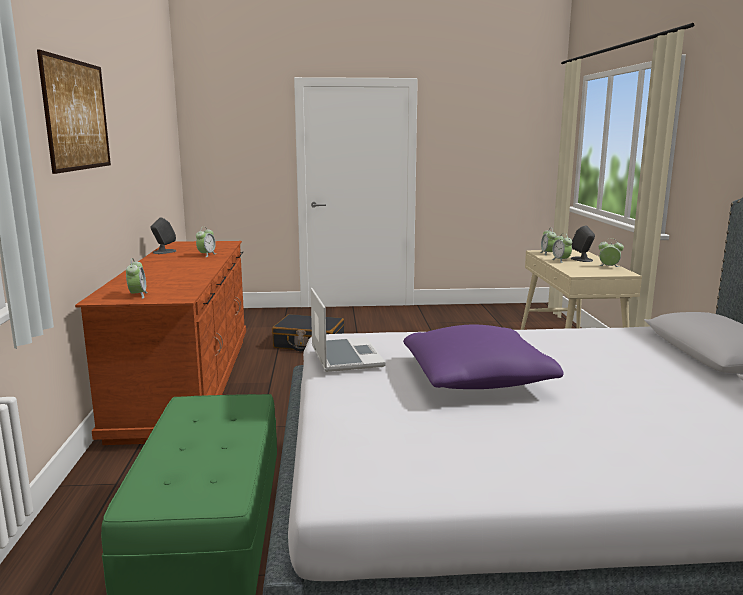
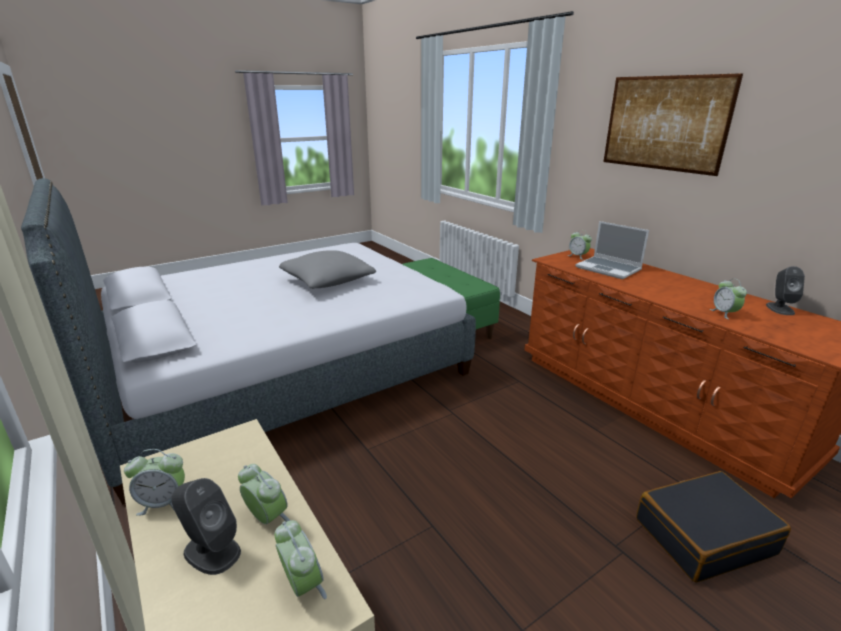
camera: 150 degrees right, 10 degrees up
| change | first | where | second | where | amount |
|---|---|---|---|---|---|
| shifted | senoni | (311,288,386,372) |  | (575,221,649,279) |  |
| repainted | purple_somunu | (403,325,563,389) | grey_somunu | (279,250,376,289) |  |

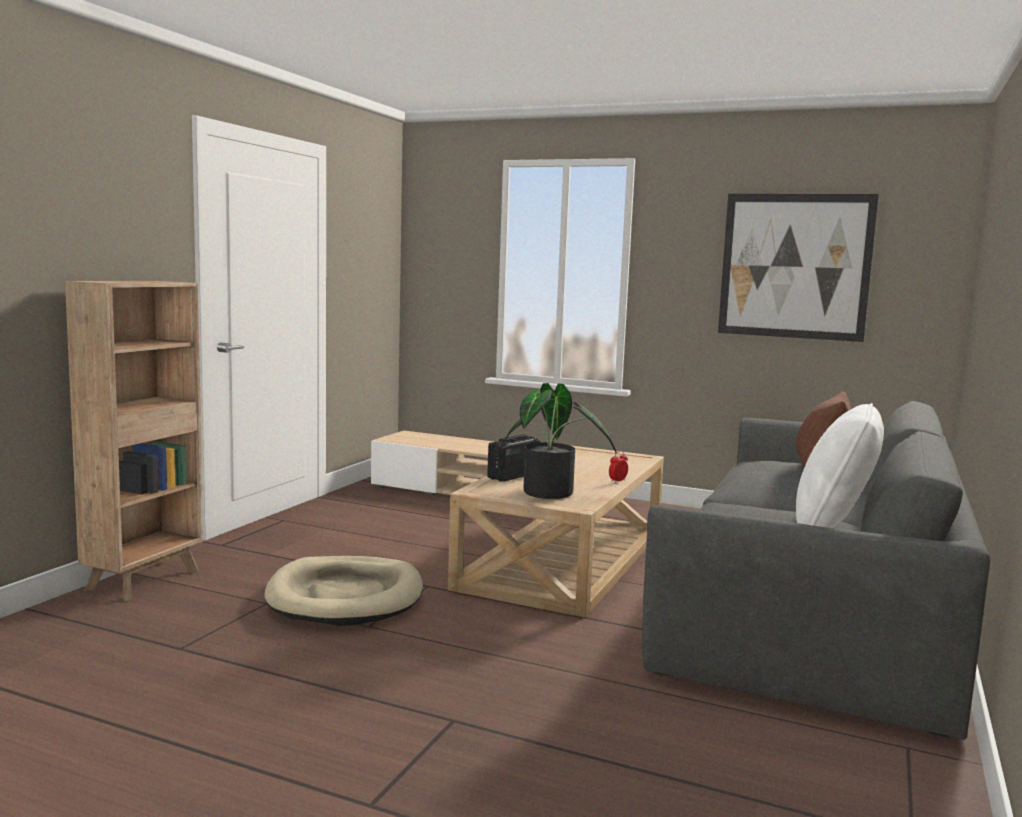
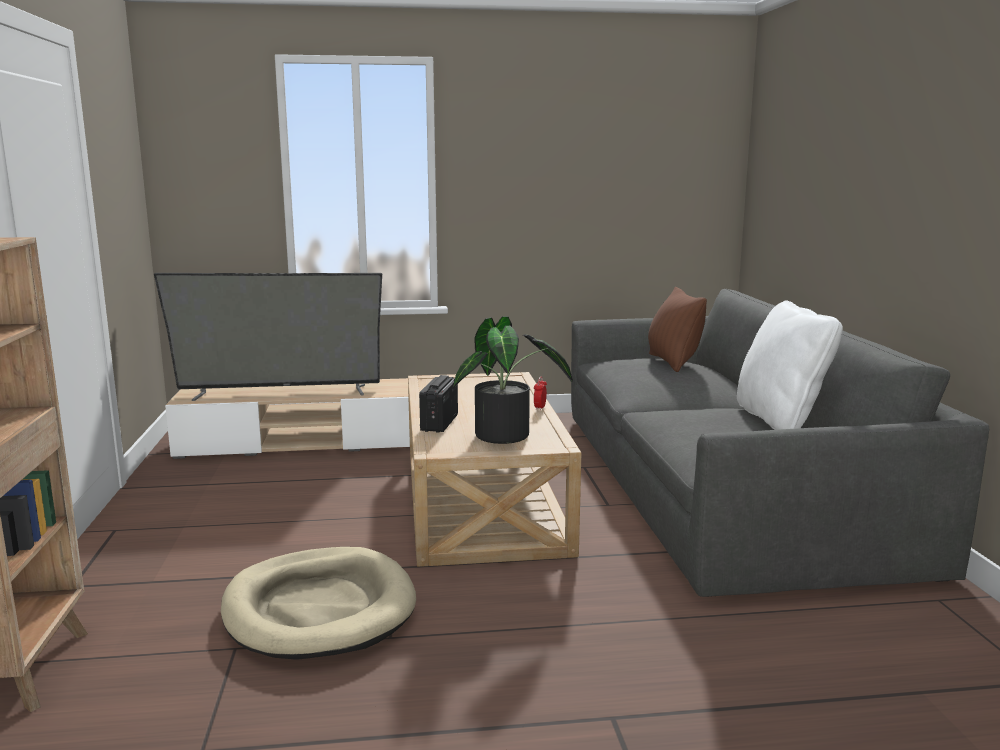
camera: 30 degrees left, 5 degrees up
| change | first | where | second | where | amount |
|---|---|---|---|---|---|
| gone | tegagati | (718,194,879,342) |  |  |  |
| new |  |  | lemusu | (154,273,382,401) |  |

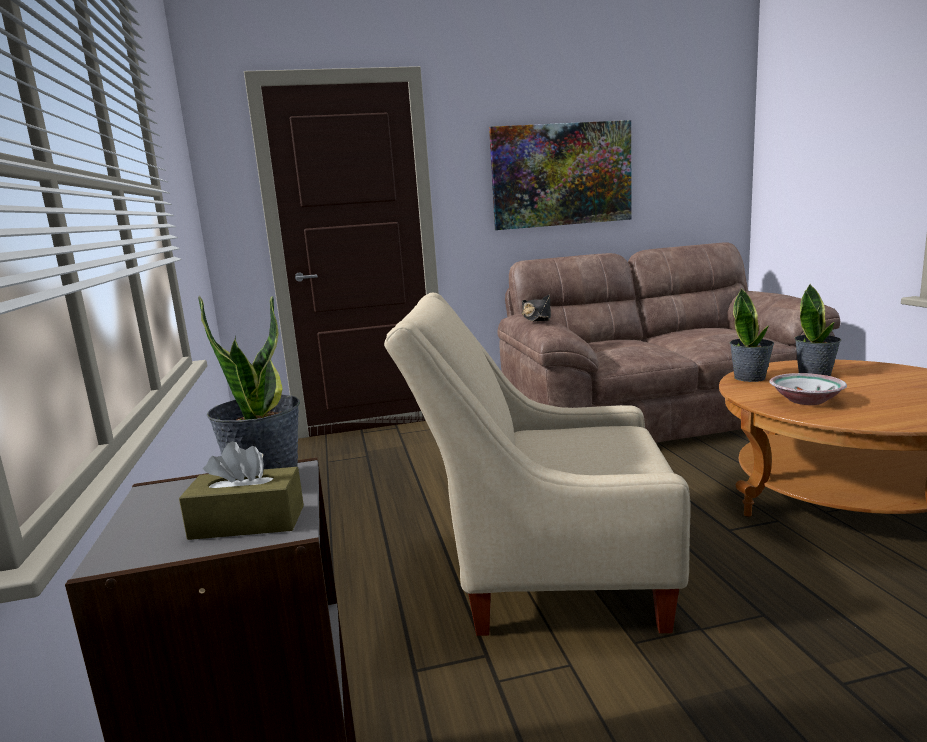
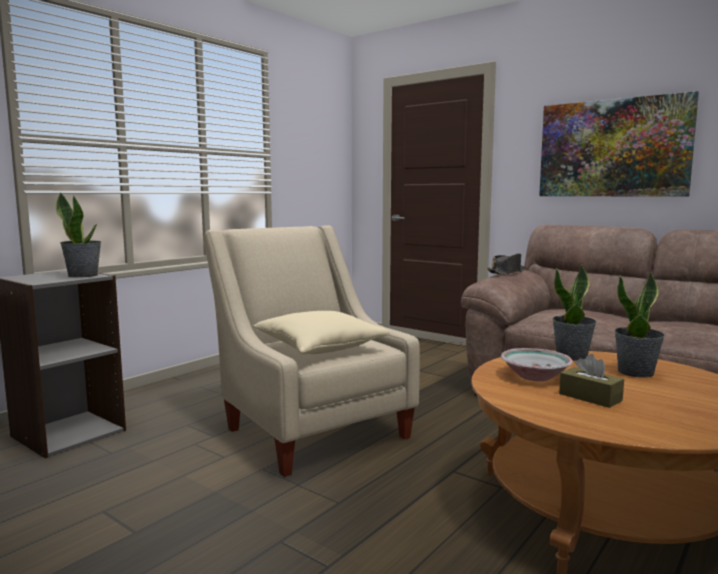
camera: 50 degrees right, 5 degrees down
| change | first | where | second | where | amount |
|---|---|---|---|---|---|
| shifted | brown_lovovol | (179,441,304,540) |  | (559,354,624,408) |  |
| new |  |  | beige_somunu | (253,311,390,354) |  |

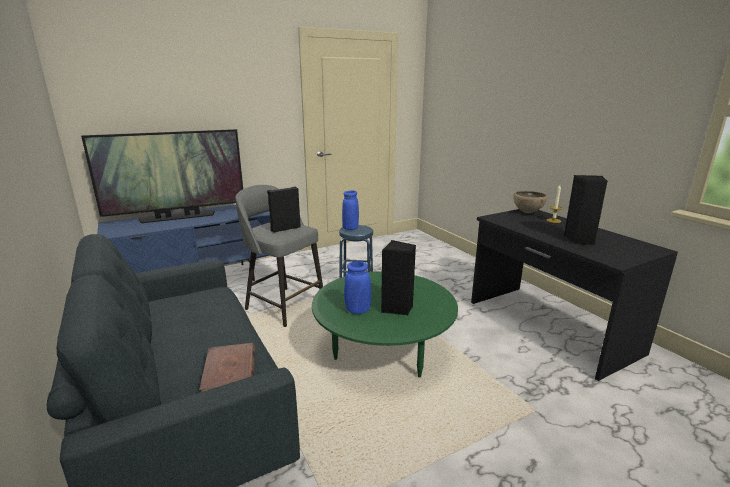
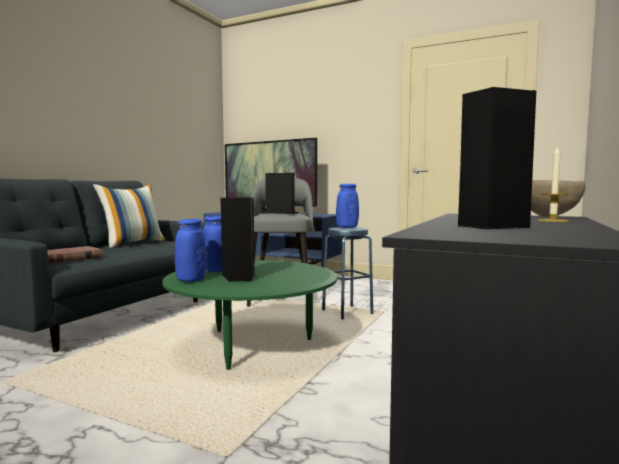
camera: 55 degrees right, 15 degrees down
| change | first | where | second | where | amount |
|---|---|---|---|---|---|
| new |  |  | somunu | (93,184,166,248) |  |
| new |  |  | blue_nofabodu | (175,219,207,282) |  |

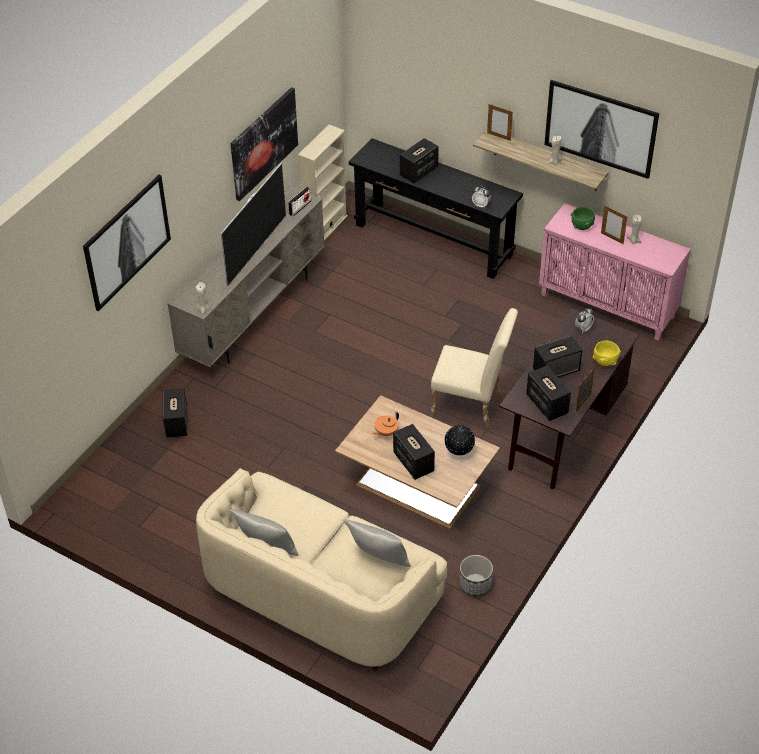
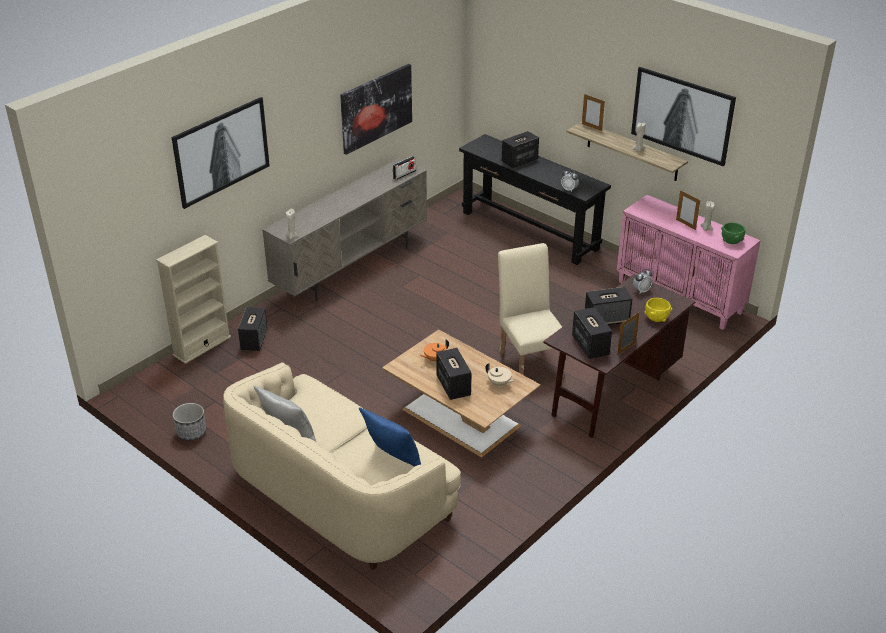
camera: 10 degrees right, 10 degrees down
| change | first | where | second | where | amount |
|---|---|---|---|---|---|
| gone | lemusu | (220,163,286,287) |  |  |  |
| shifted | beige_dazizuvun | (298,125,348,241) |  | (156,235,231,364) |  |
| repainted | grey_somunu | (343,519,411,567) | blue_somunu | (359,407,421,467) |  |
| rotated | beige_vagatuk | (431,308,518,429) |  | (498,243,565,378) | 135 degrees counterclockwise |
| swapped | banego | (445,425,475,455) | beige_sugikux | (485,363,516,387) |  |
| shifted | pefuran | (460,555,493,596) |  | (173,403,206,441) |  |
| shifted | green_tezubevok | (571,207,595,230) |  | (721,222,745,244) |  |

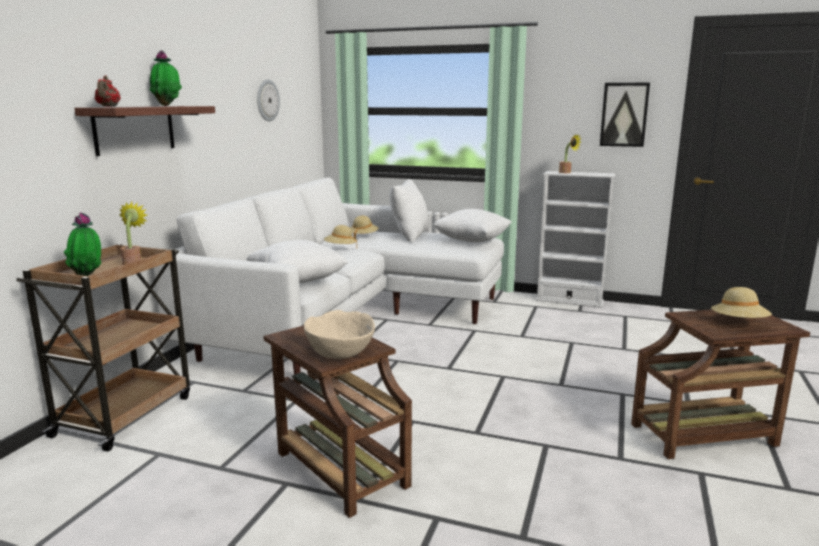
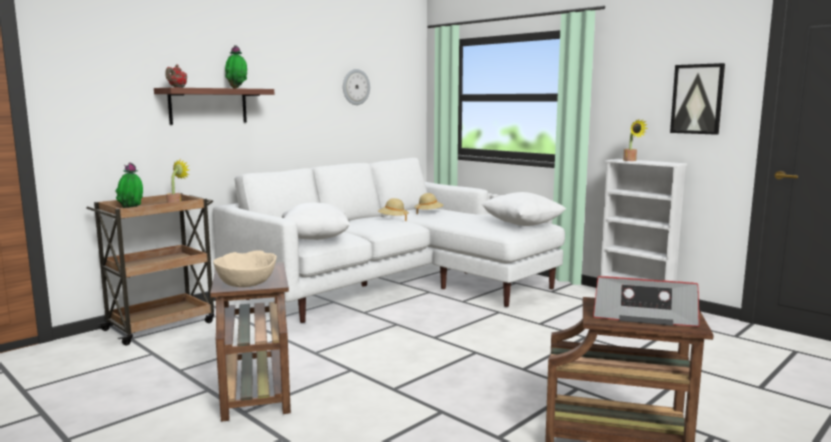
camera: 25 degrees right, 5 degrees down
| change | first | where | second | where | amount |
|---|---|---|---|---|---|
| gone | white_somunu | (389,179,429,243) |  |  |  |
| swapped | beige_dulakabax | (711,287,772,318) | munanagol | (593,276,700,327) |  |

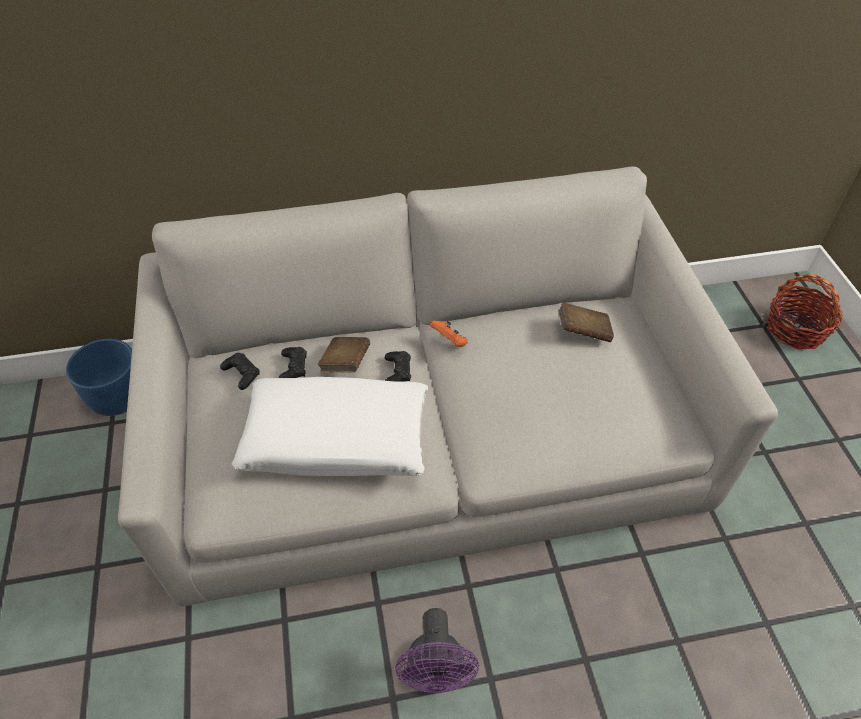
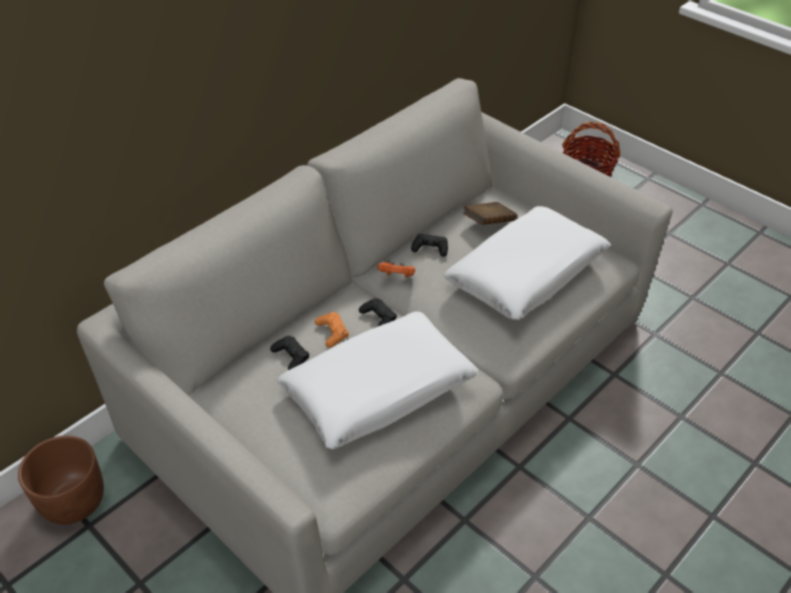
camera: 35 degrees left, 5 degrees down
| change | first | where | second | where | amount |
|---|---|---|---|---|---|
| repainted | blue_pefuran | (66,339,132,416) | brown_pefuran | (18,436,104,525) |  |
| shifted | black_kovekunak | (220,353,260,390) |  | (411,234,448,257) |  |
| swapped | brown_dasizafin | (318,337,370,373) | orange_kovekunak | (315,312,349,347) |  |
| gone | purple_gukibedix | (395,608,479,693) |  |  |  |
| new |  |  | white_somunu | (444,206,611,320) |  |

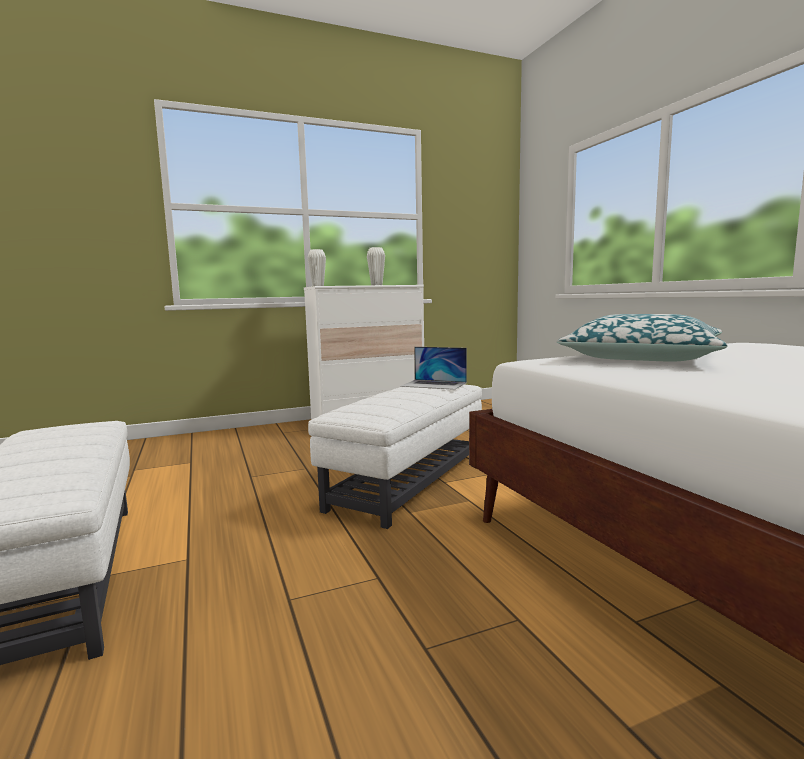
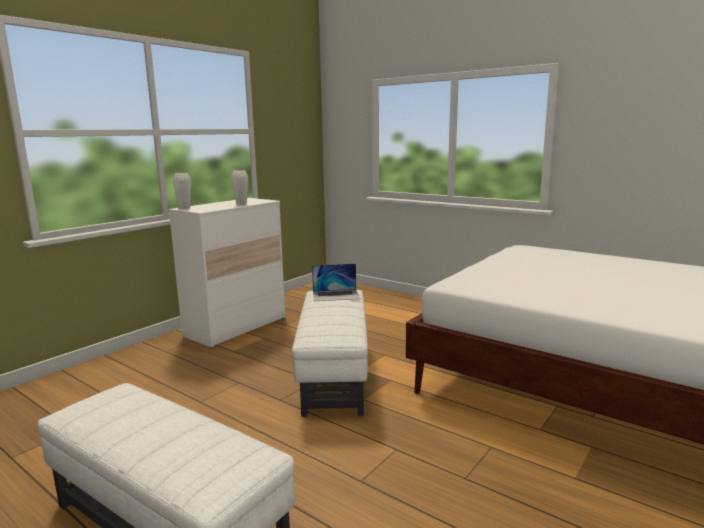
camera: 30 degrees left, 5 degrees up
| change | first | where | second | where | amount |
|---|---|---|---|---|---|
| gone | somunu | (557,314,728,361) |  |  |  |

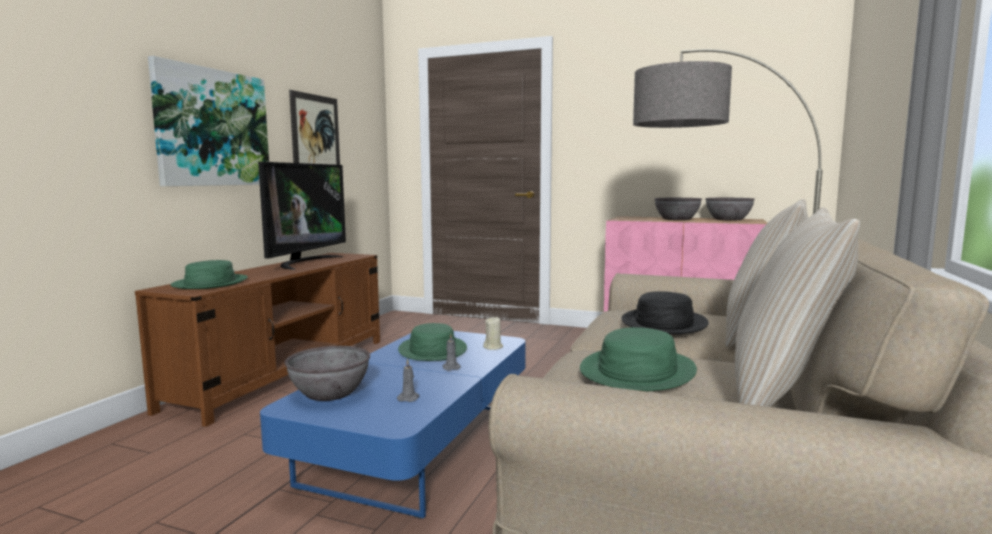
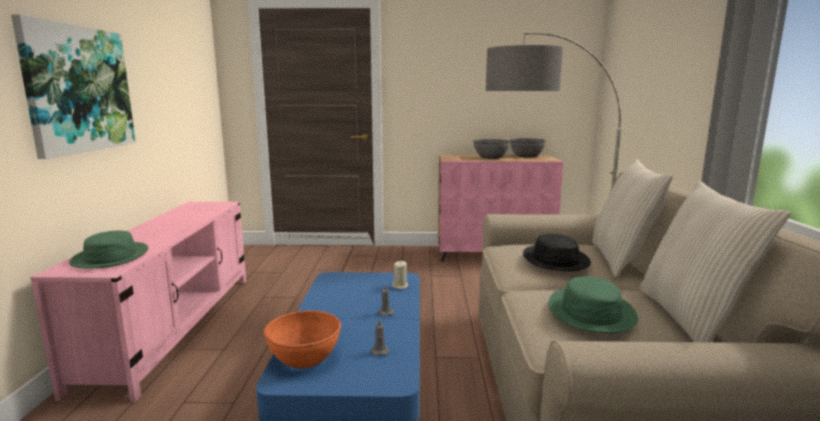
camera: 20 degrees left, 5 degrees up
| change | first | where | second | where | amount |
|---|---|---|---|---|---|
| repainted | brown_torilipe | (135,253,380,427) | pink_torilipe | (30,202,246,402) |  |
| gone | lemusu | (258,162,346,270) |  |  |  |
| repainted | grey_tezubevok | (285,346,370,401) | orange_tezubevok | (264,310,341,368) |  |
| gone | tegagati | (289,90,340,165) |  |  |  |
| gone | green_dulakabax | (398,323,467,361) |  |  |  |

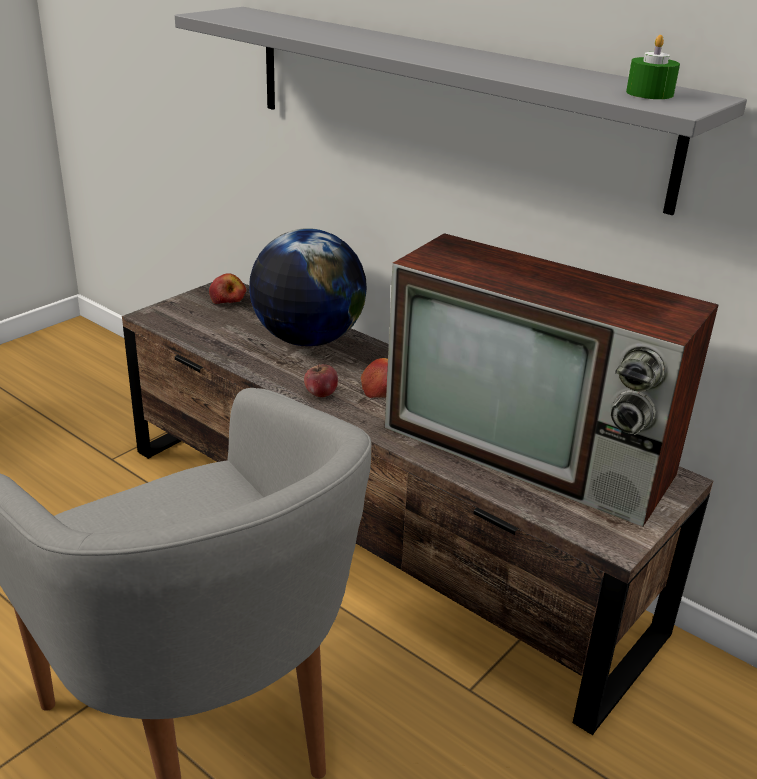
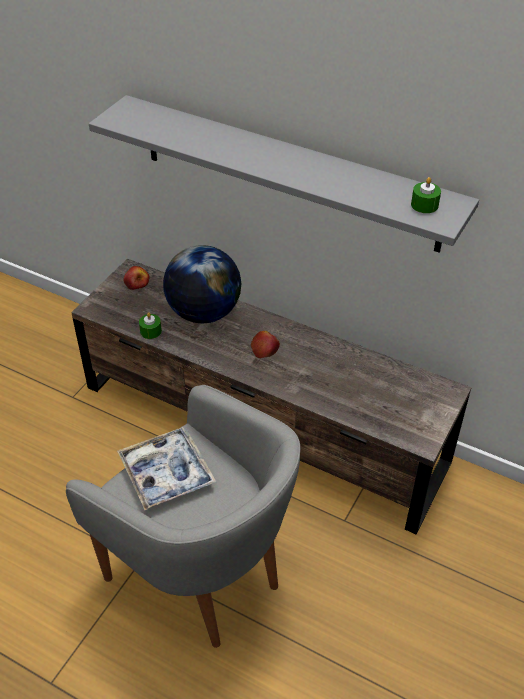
camera: 10 degrees left, 15 degrees up
| change | first | where | second | where | amount |
|---|---|---|---|---|---|
| gone | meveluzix | (304,363,338,397) |  |  |  |
| gone | lemusu | (385,233,719,527) |  |  |  |
| new |  |  | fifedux | (117,427,216,510) |  |
| new |  |  | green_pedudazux | (139,312,162,339) |  |

